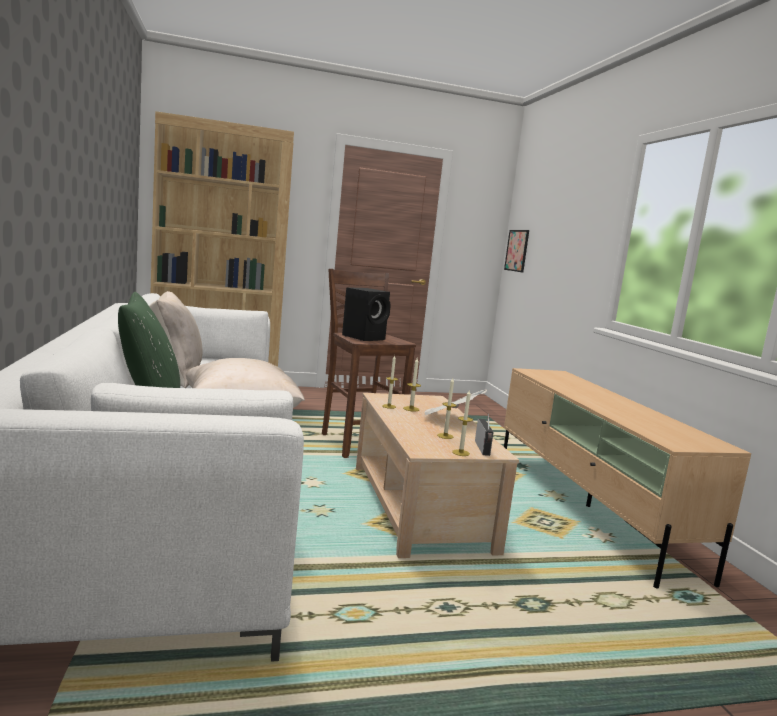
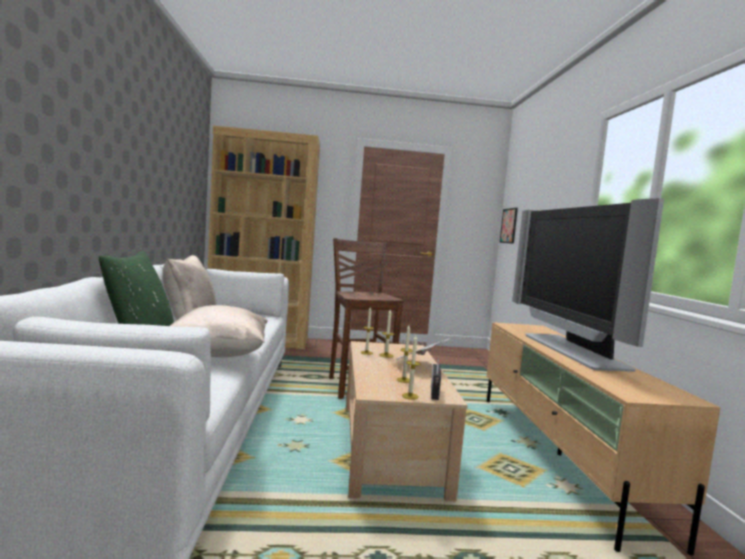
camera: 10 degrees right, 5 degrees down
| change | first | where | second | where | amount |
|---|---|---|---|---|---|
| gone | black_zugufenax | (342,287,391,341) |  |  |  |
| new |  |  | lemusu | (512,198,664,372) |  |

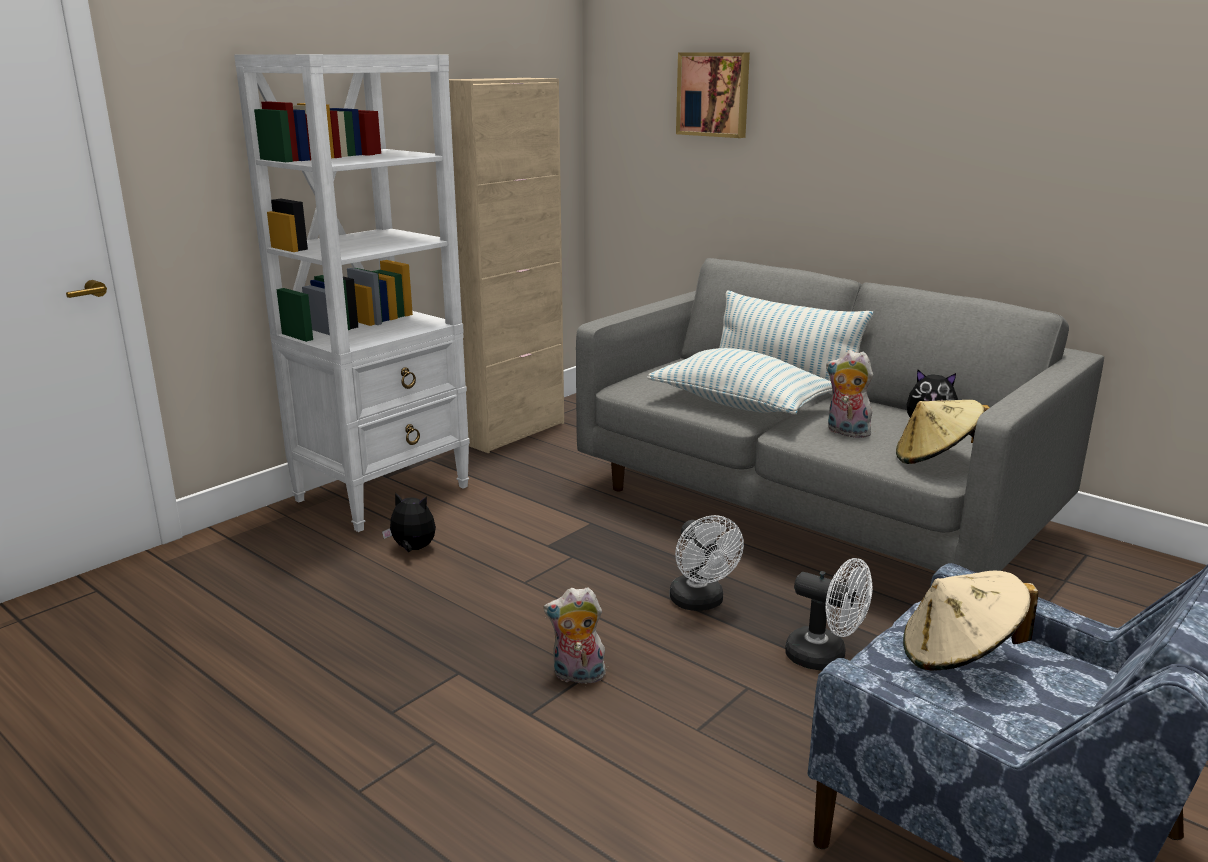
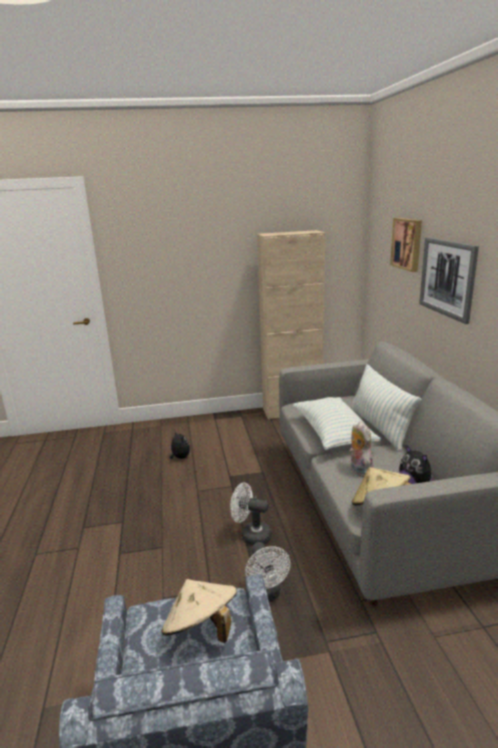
camera: 40 degrees right, 0 degrees up
| change | first | where | second | where | amount |
|---|---|---|---|---|---|
| gone | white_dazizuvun | (234,54,470,532) |  |  |  |
| gone | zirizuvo | (543,587,606,684) |  |  |  |
| rotated | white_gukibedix | (670,515,744,611) |  | (230,483,272,545) | 90 degrees clockwise |
| new |  |  | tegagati | (419,237,479,324) |  |

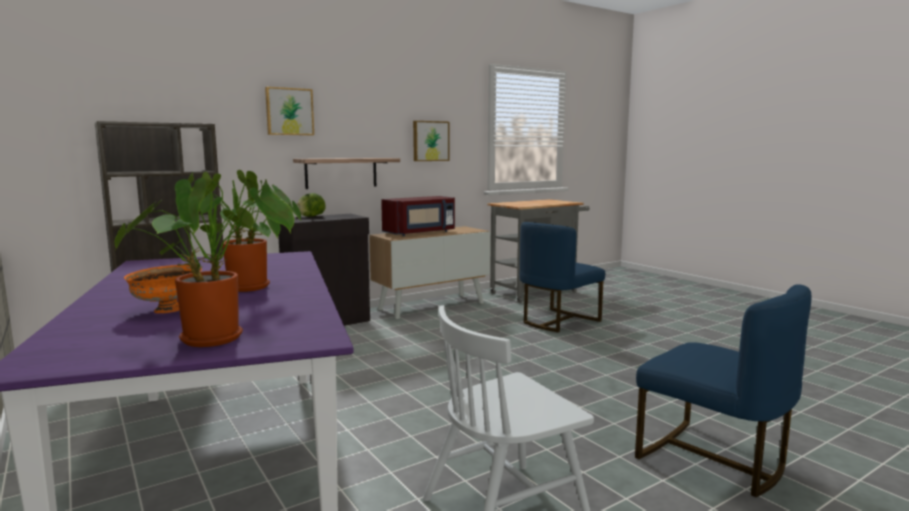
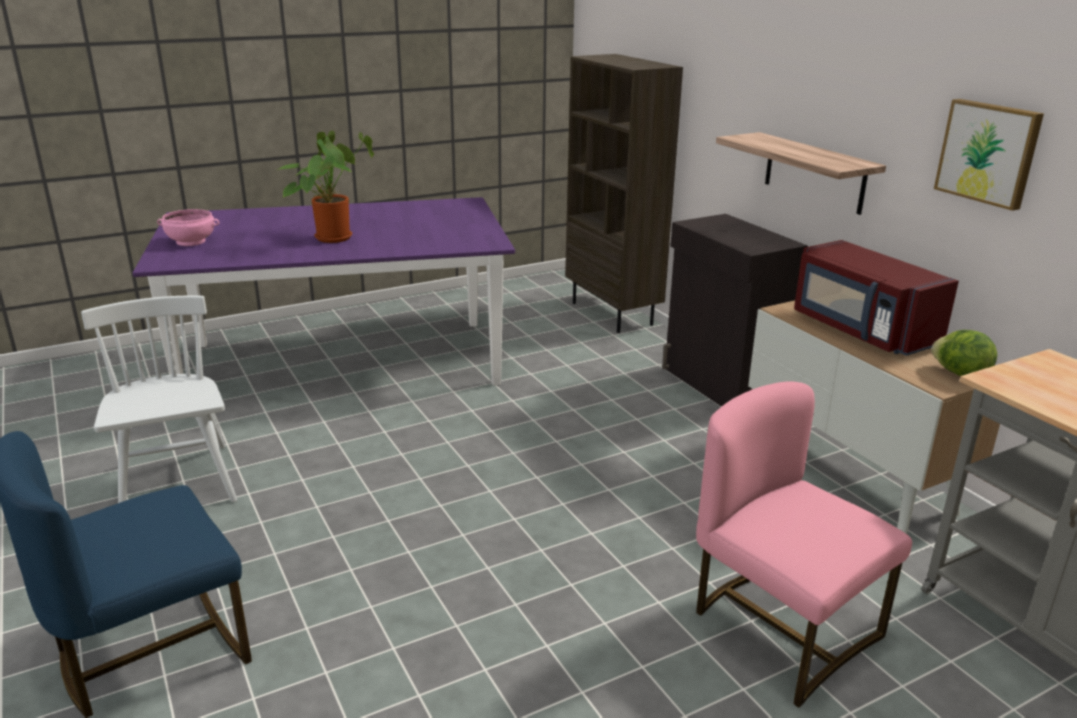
camera: 95 degrees right, 15 degrees up
| change | first | where | second | where | amount |
|---|---|---|---|---|---|
| swapped | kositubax | (114,178,294,347) | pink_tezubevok | (157,209,220,246) |  |
| gone | orange_tezubevok | (124,265,202,313) |  |  |  |
| gone | tegagati | (265,87,314,135) |  |  |  |
| shifted | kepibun | (297,193,326,217) |  | (931,330,997,376) |  |
| repainted | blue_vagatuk | (520,222,605,332) | pink_vagatuk | (696,381,912,708) |  |

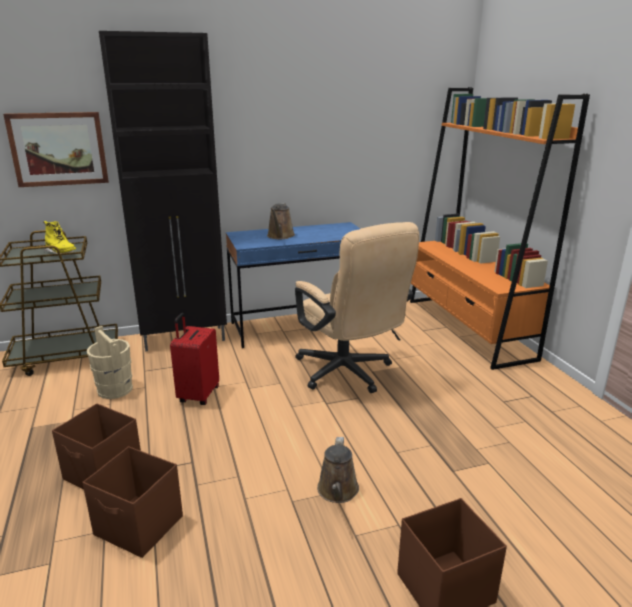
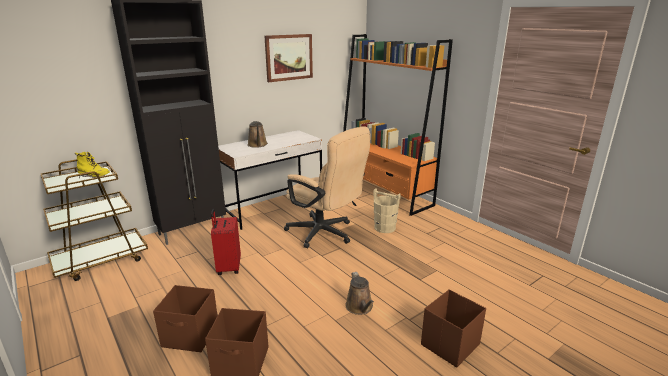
camera: 20 degrees left, 0 degrees up
| change | first | where | second | where | amount |
|---|---|---|---|---|---|
| shifted | tegagati | (3,112,109,187) |  | (264,34,313,82) |  |
| shifted | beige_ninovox | (87,326,133,399) |  | (373,188,401,233) |  |
| repainted | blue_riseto | (226,222,360,348) | white_riseto | (218,130,322,230) |  |

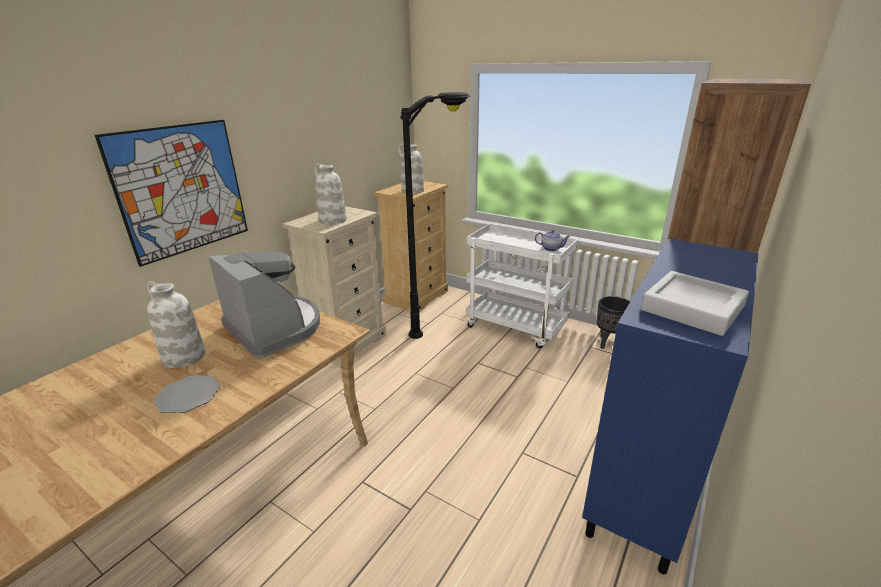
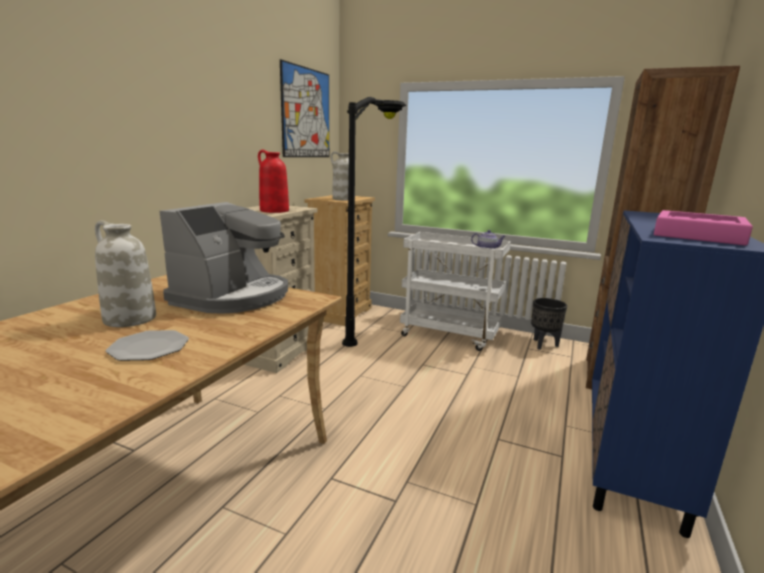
camera: 10 degrees left, 10 degrees down
| change | first | where | second | where | amount |
|---|---|---|---|---|---|
| shifted | tegagati | (95,120,248,267) |  | (280,59,329,157) |  |
| rotated | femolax | (208,251,320,358) |  | (159,202,288,314) | 75 degrees clockwise |
| repainted | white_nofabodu | (314,163,347,225) | red_nofabodu | (258,150,289,213) |  |
| repainted | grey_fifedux | (641,271,749,336) | pink_fifedux | (654,210,753,246) |  |

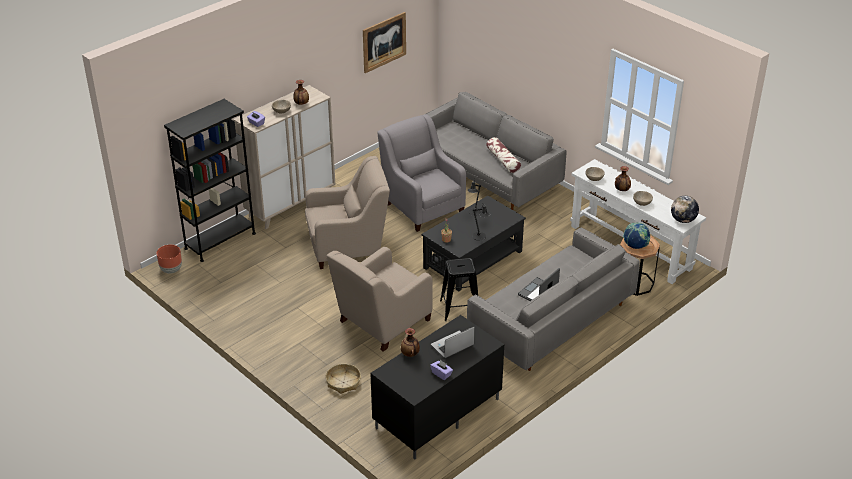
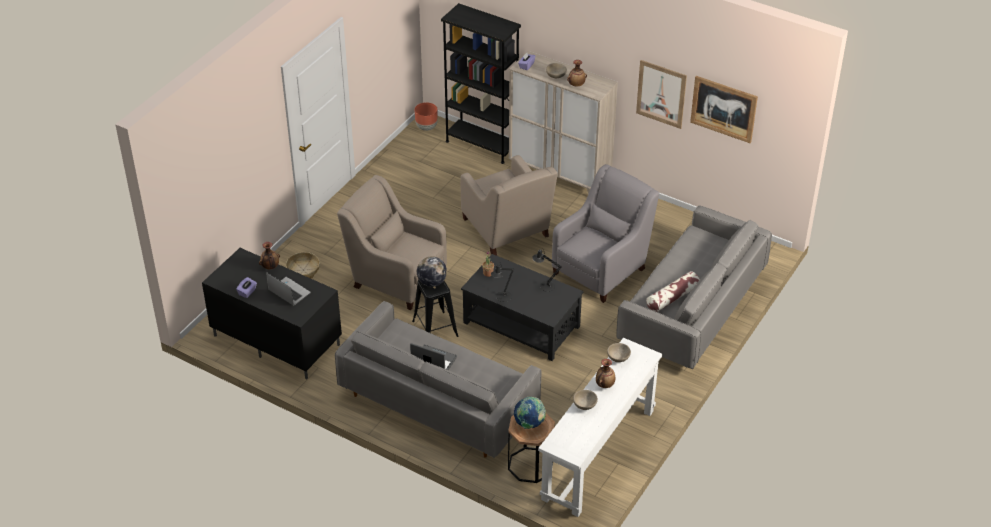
camera: 75 degrees right, 5 degrees up
| change | first | where | second | where | amount |
|---|---|---|---|---|---|
| shifted | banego | (671,196,699,223) |  | (417,256,447,287) |  |
| new |  |  | tegagati | (636,60,687,129) |  |

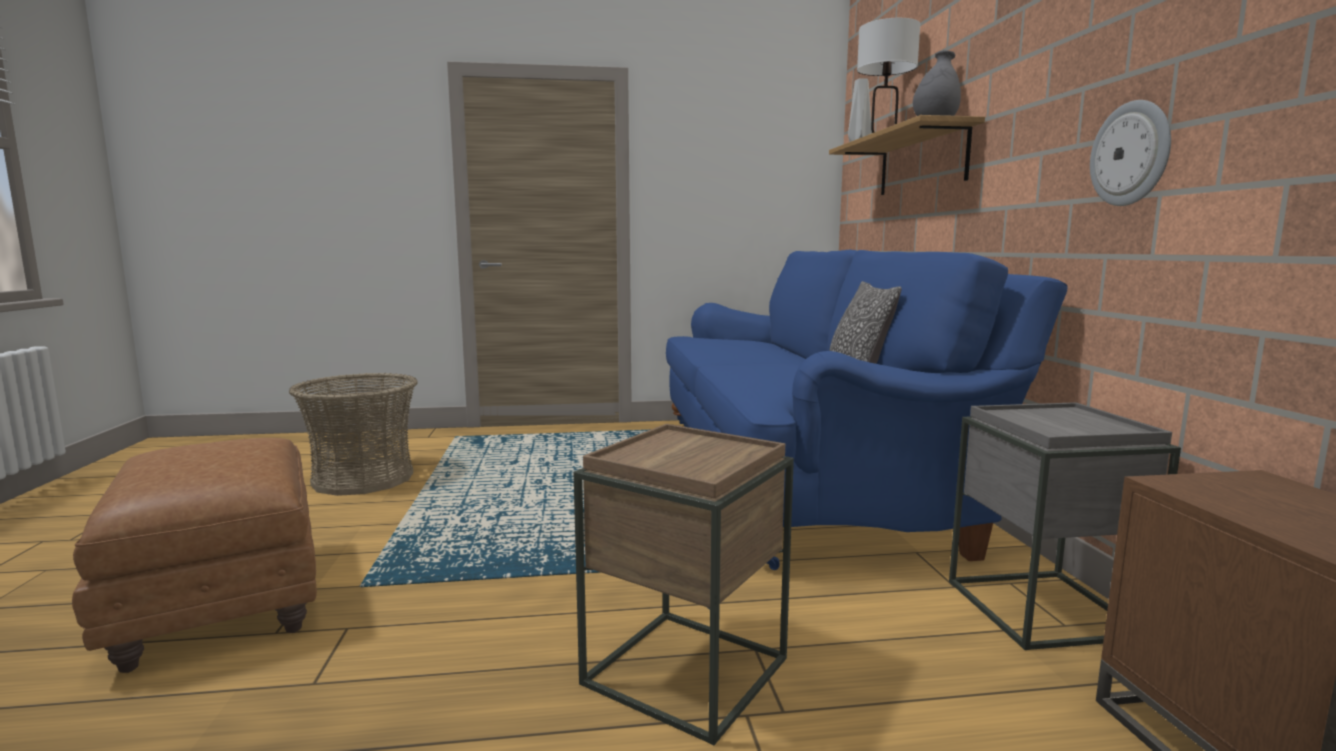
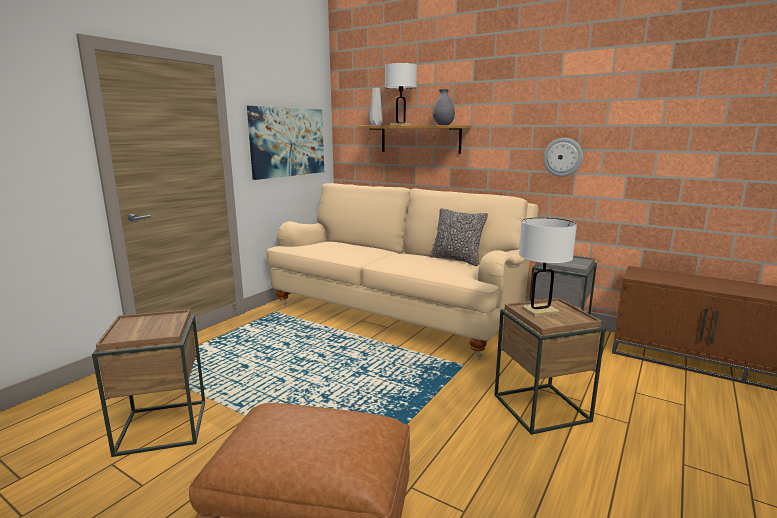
camera: 50 degrees left, 5 degrees up
| change | first | where | second | where | amount |
|---|---|---|---|---|---|
| swapped | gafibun | (289,373,418,496) | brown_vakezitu | (92,309,205,457) |  |
| repainted | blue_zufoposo | (666,250,1067,570) | beige_zufoposo | (266,183,539,358) |  |
| new |  |  | tegagati | (247,106,324,180) |  |
| new |  |  | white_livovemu | (519,218,577,317) |  |

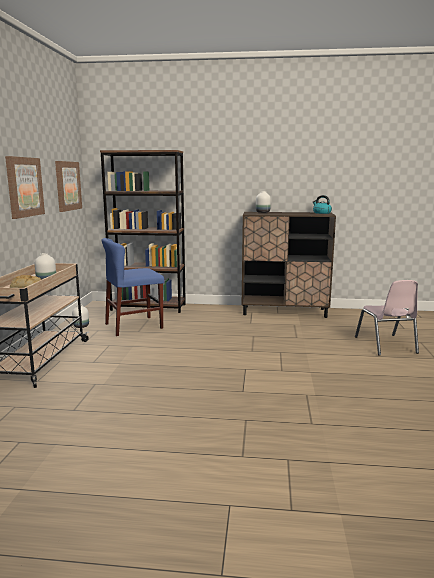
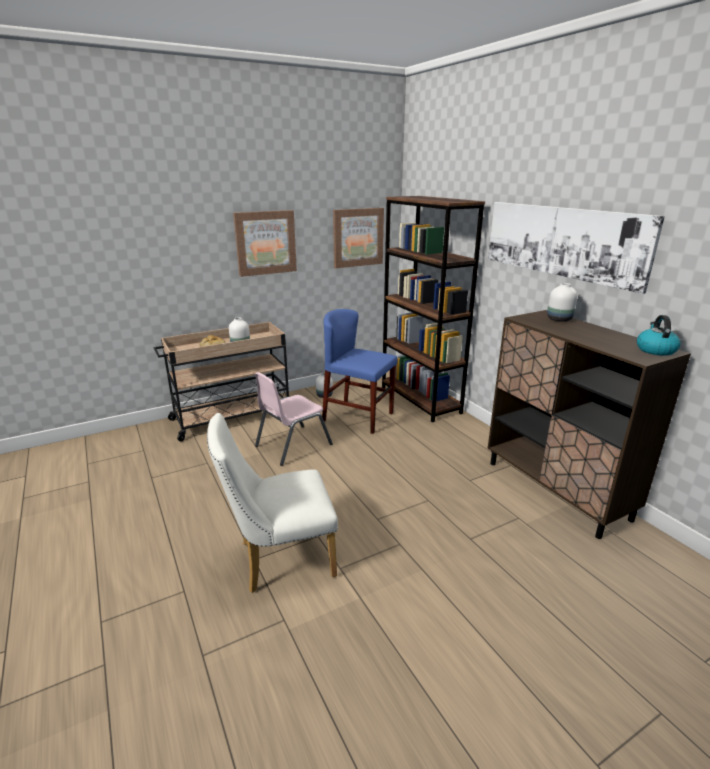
camera: 55 degrees right, 10 degrees up
| change | first | where | second | where | amount |
|---|---|---|---|---|---|
| shifted | pink_vagatuk | (355,280,419,356) |  | (255,372,333,466) |  |
| new |  |  | white_vagatuk | (207,413,338,593) |  |
| new |  |  | tegagati | (488,202,665,294) |  |

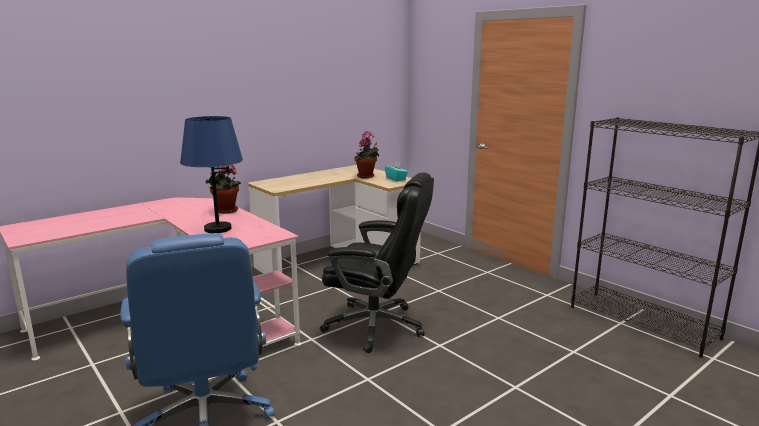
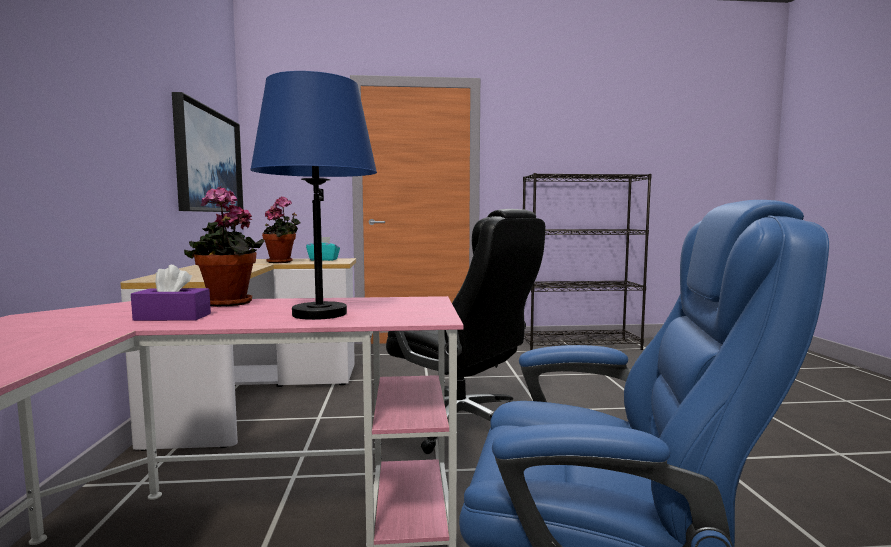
camera: 55 degrees left, 10 degrees down
| change | first | where | second | where | amount |
|---|---|---|---|---|---|
| rotated | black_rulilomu | (320,173,434,353) |  | (386,209,546,454) | 75 degrees clockwise |
| new |  |  | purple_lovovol | (131,265,211,321) |  |
| new |  |  | tegagati | (172,92,243,212) |  |

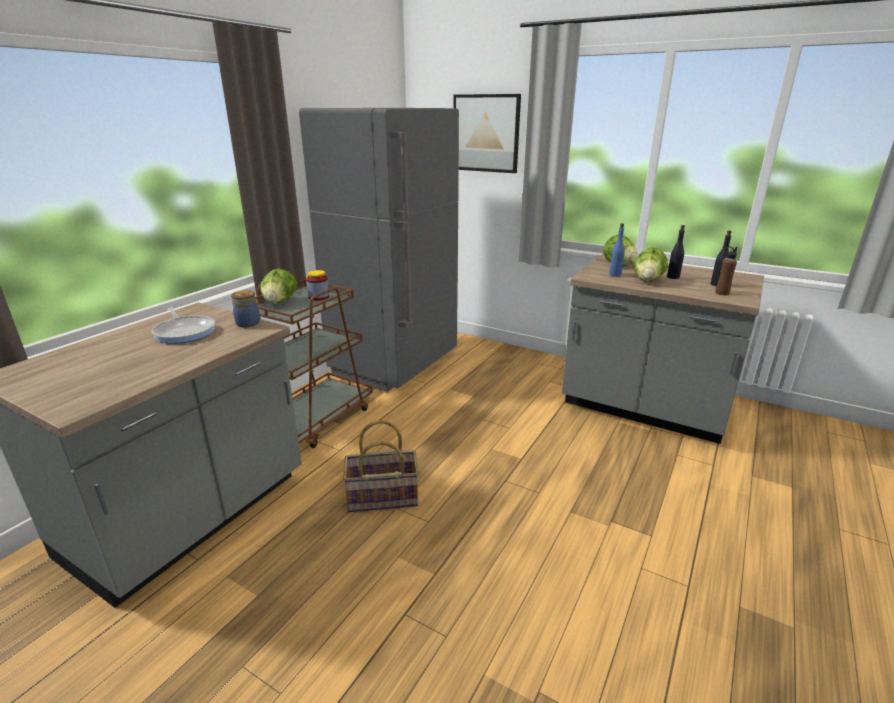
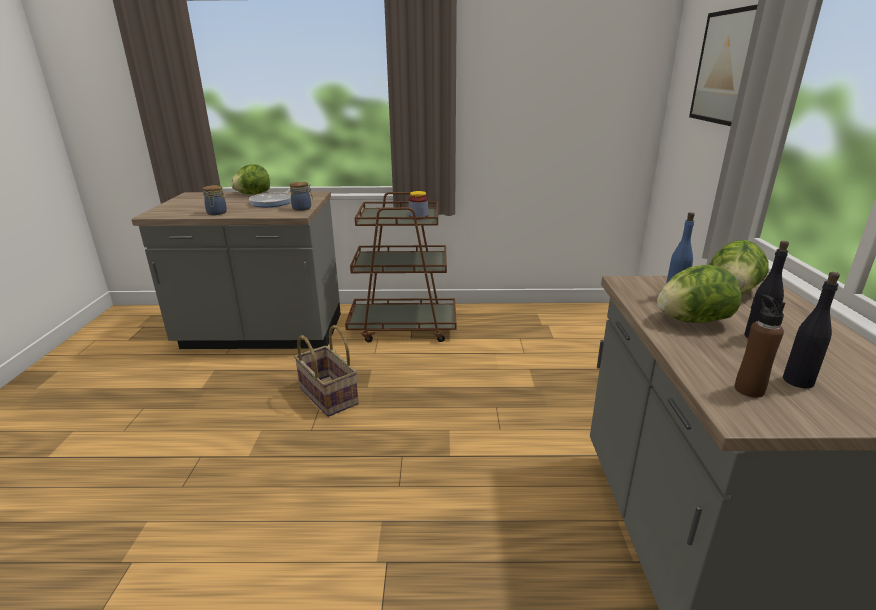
camera: 60 degrees right, 0 degrees up
| change | first | where | second | where | amount |
|---|---|---|---|---|---|
| shifted | kepibun | (260,269,297,304) |  | (231,164,270,194) |  |
| gone | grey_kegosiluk | (299,108,459,392) |  |  |  |
| new |  |  | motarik | (202,185,227,215) |  |

